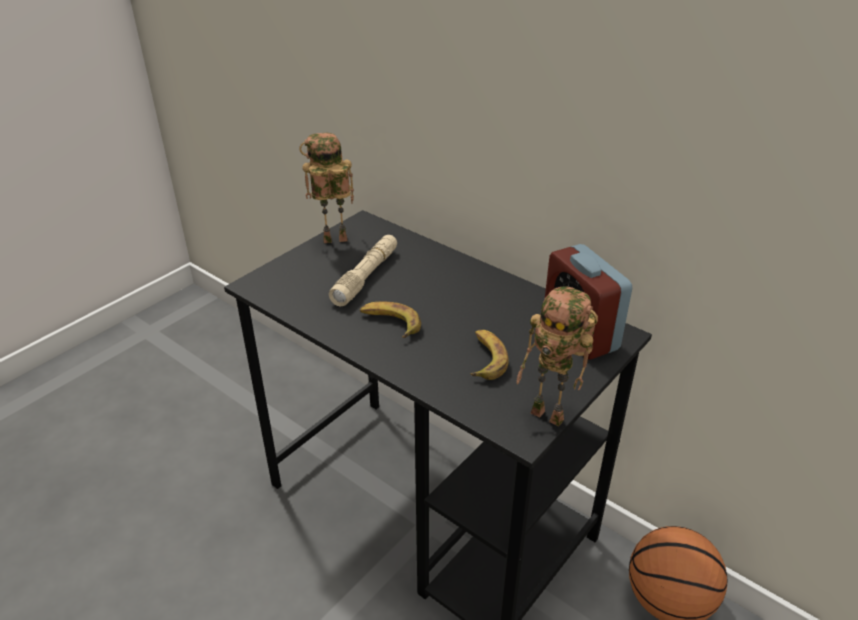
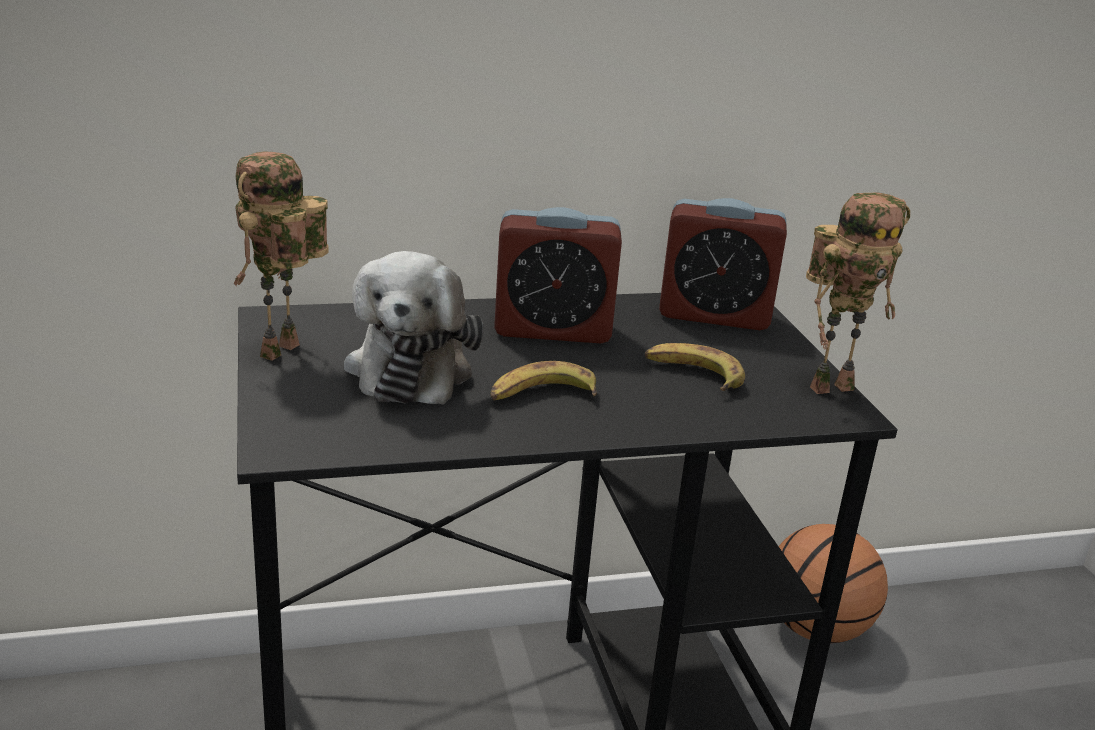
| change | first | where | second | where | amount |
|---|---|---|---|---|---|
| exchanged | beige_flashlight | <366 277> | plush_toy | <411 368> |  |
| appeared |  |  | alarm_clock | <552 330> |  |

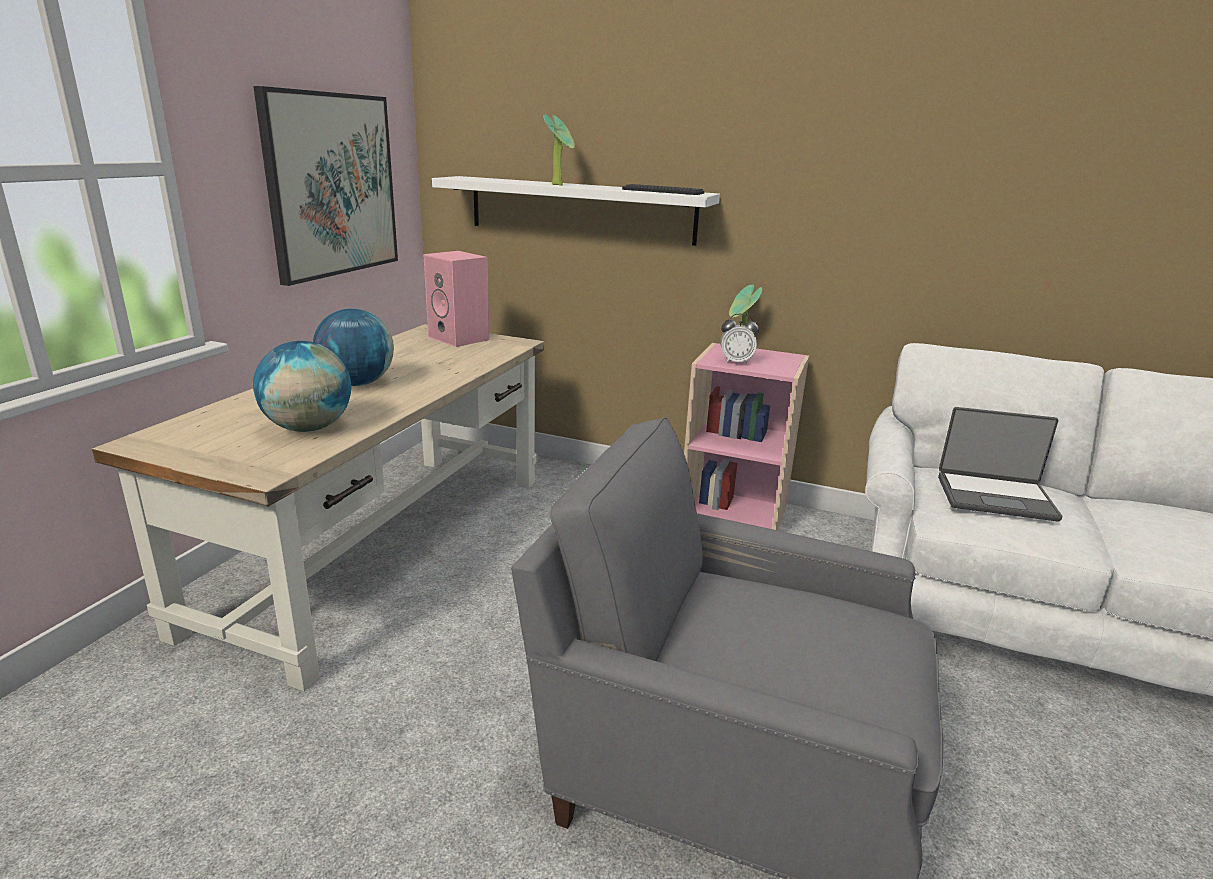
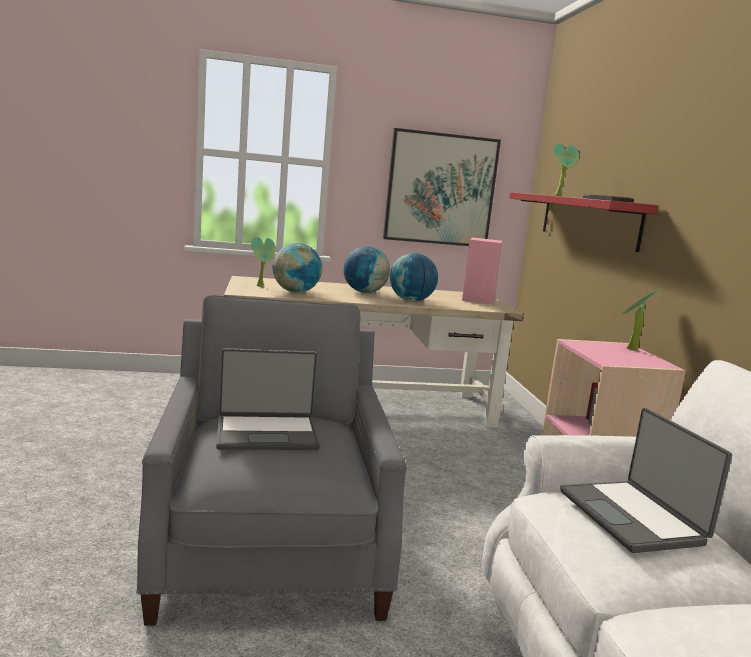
| change | first | where | second | where | amount |
|---|---|---|---|---|---|
| appeared |  |  | laptop | <267 434> |  |
| appeared |  |  | potted_plant | <261 286> |  |
| appeared |  |  | globe | <411 301> |  |
| colour | white_shelf | <580 209> | red_shelf | <587 219> |  |
| missing | alarm_clock | <736 362> |  |  |  |

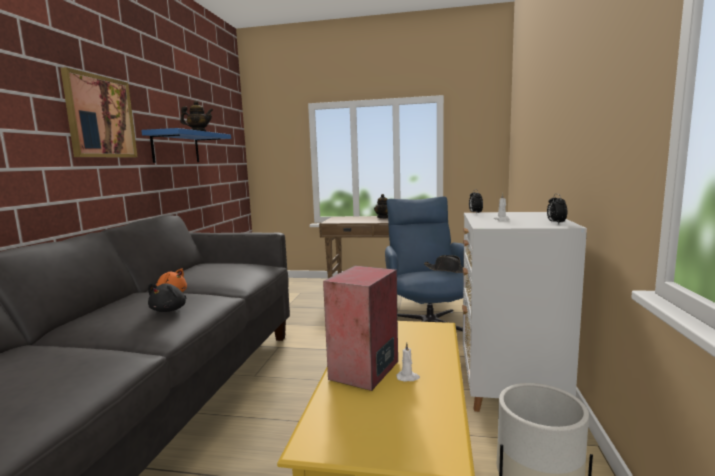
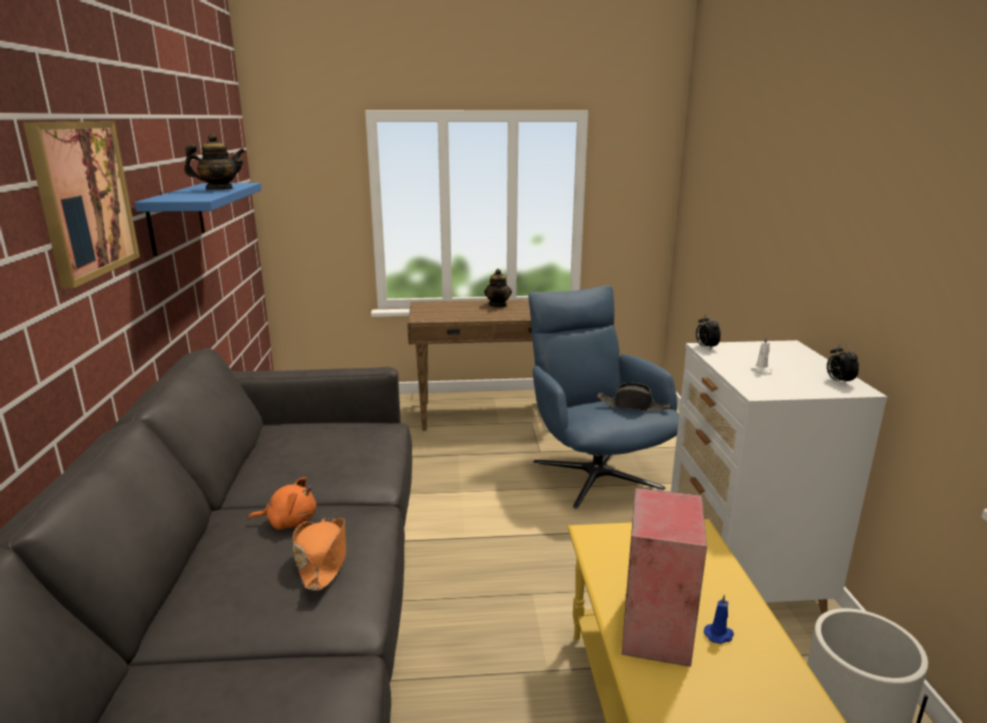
| change | first | where | second | where | amount |
|---|---|---|---|---|---|
| exchanged | black_plush_toy | <170 310> | orange_hat | <322 559> |  |
| colour | white_candle | <408 377> | blue_candle | <719 635> |  |

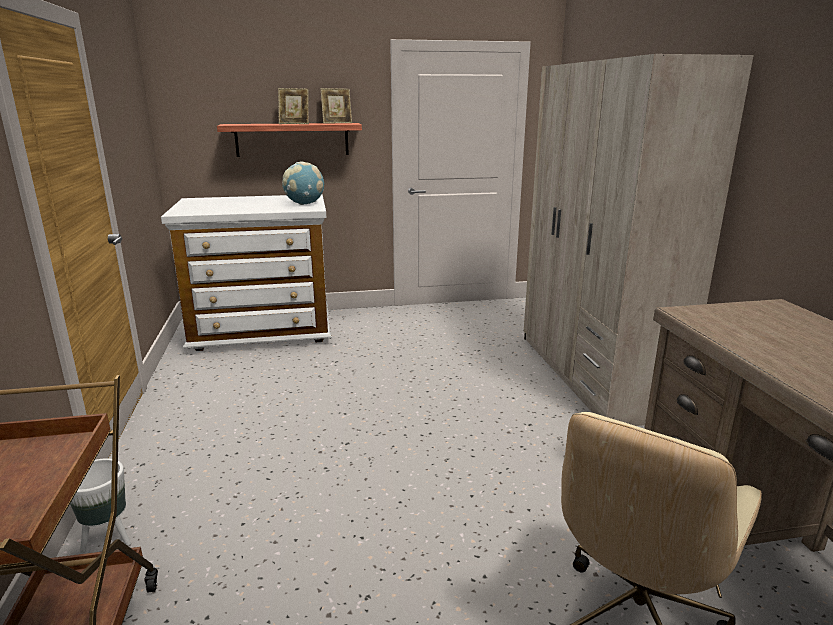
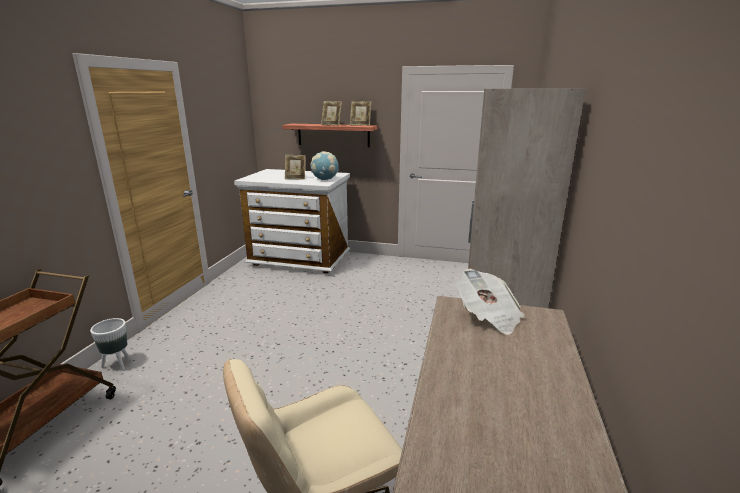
| change | first | where | second | where | amount |
|---|---|---|---|---|---|
| appeared |  |  | picture_frame | <295 178> |  |
| appeared |  |  | newspaper | <488 316> |  |

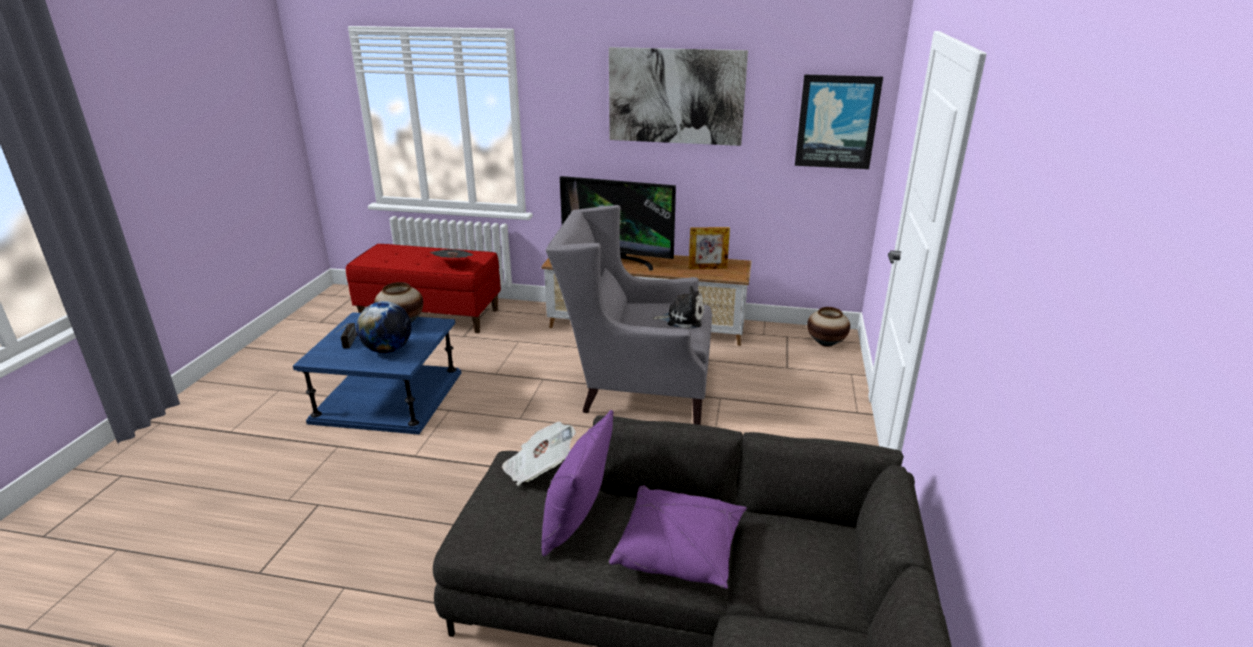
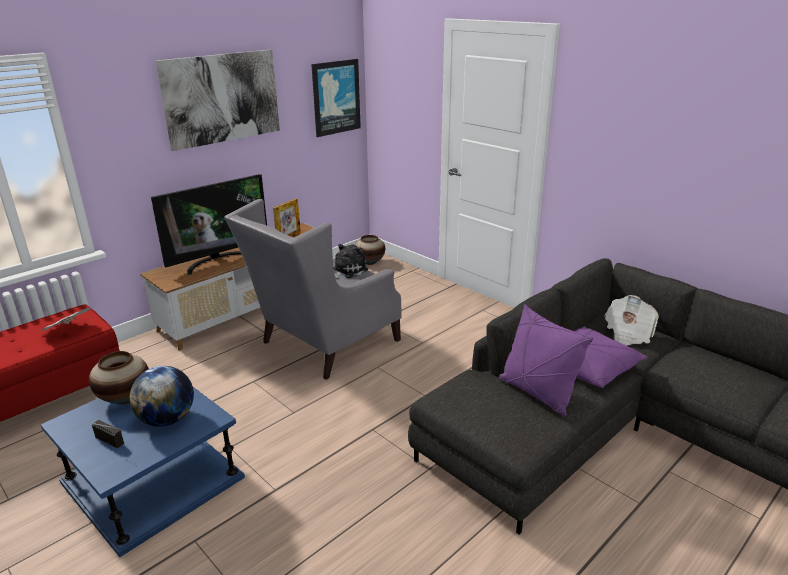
| change | first | where | second | where | amount |
|---|---|---|---|---|---|
| relocated | newspaper | <538 468> |  | <628 333> |  |

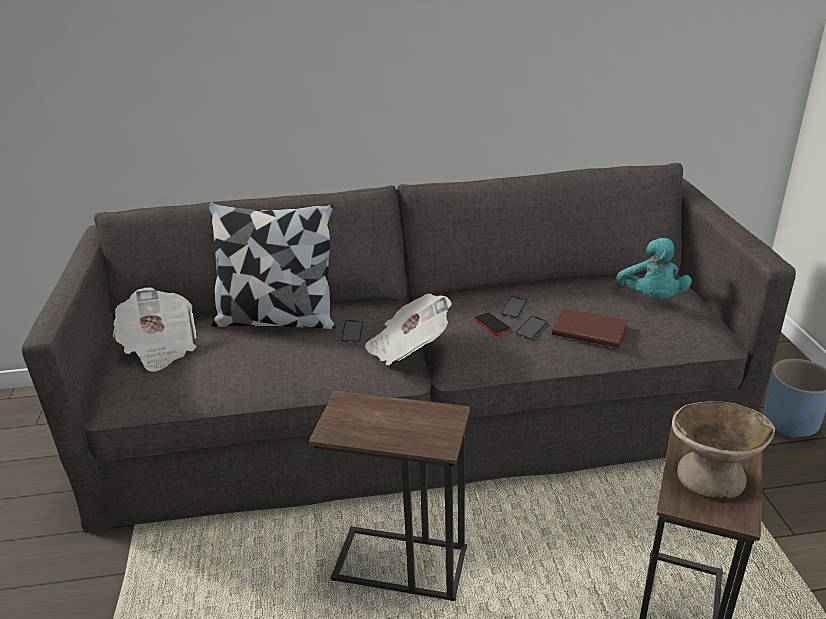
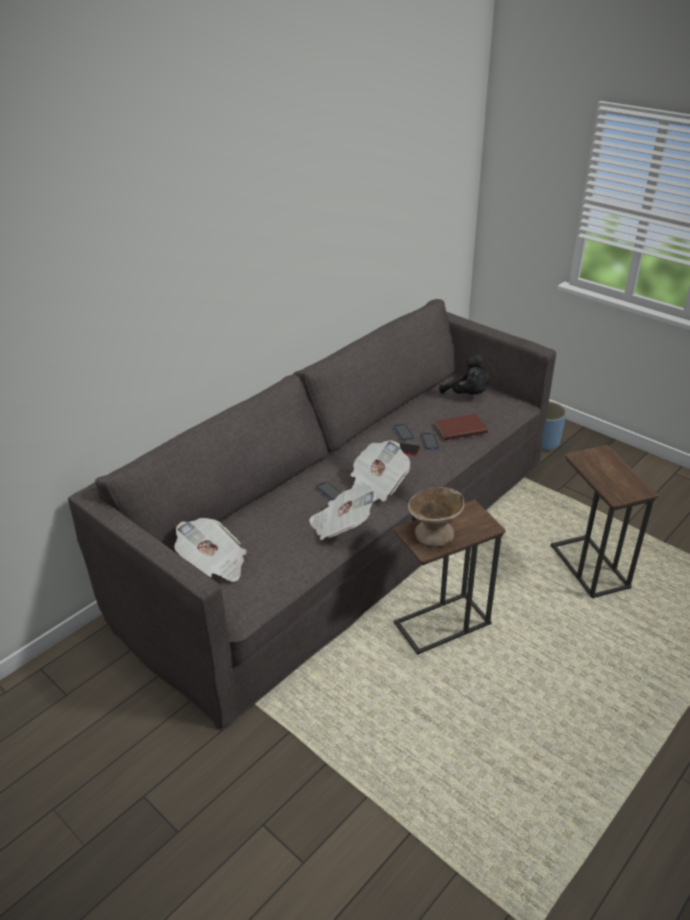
| change | first | where | second | where | amount |
|---|---|---|---|---|---|
| appeared |  |  | newspaper | <341 525> |  |
| relocated | beige_bowl | <711 476> |  | <434 534> |  |
| colour | turquoise_plush_toy | <651 299> | black_plush_toy | <467 395> |  |
| missing | pillow | <277 319> |  |  |  |

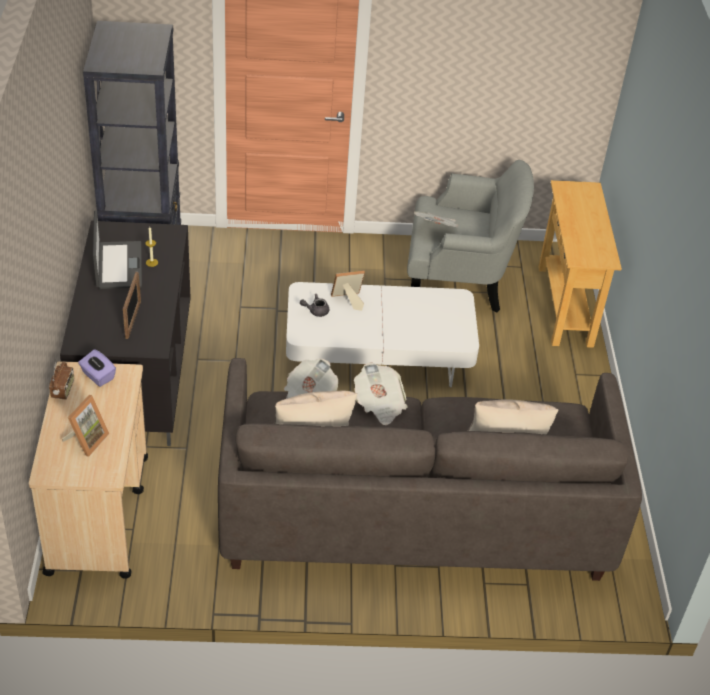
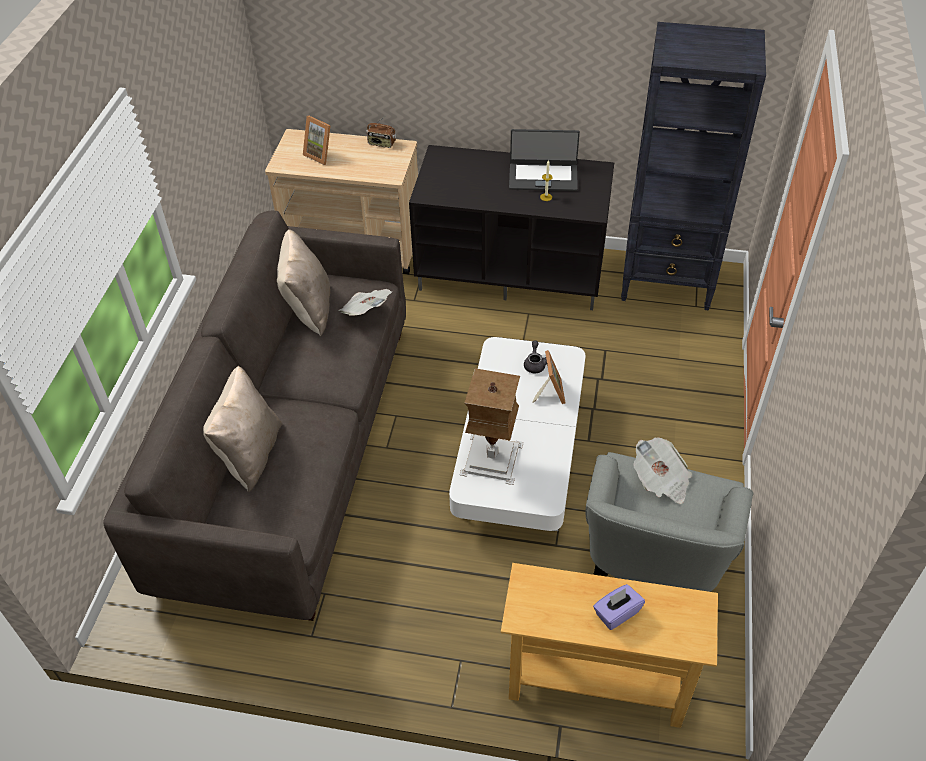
| change | first | where | second | where | amount |
|---|---|---|---|---|---|
| appeared |  |  | table_lamp | <491 457> |  |
| relocated | purple_tissue_box | <98 376> |  | <616 613> |  |
| missing | picture_frame | <133 320> |  |  |  |
| missing | newspaper | <379 404> |  |  |  |

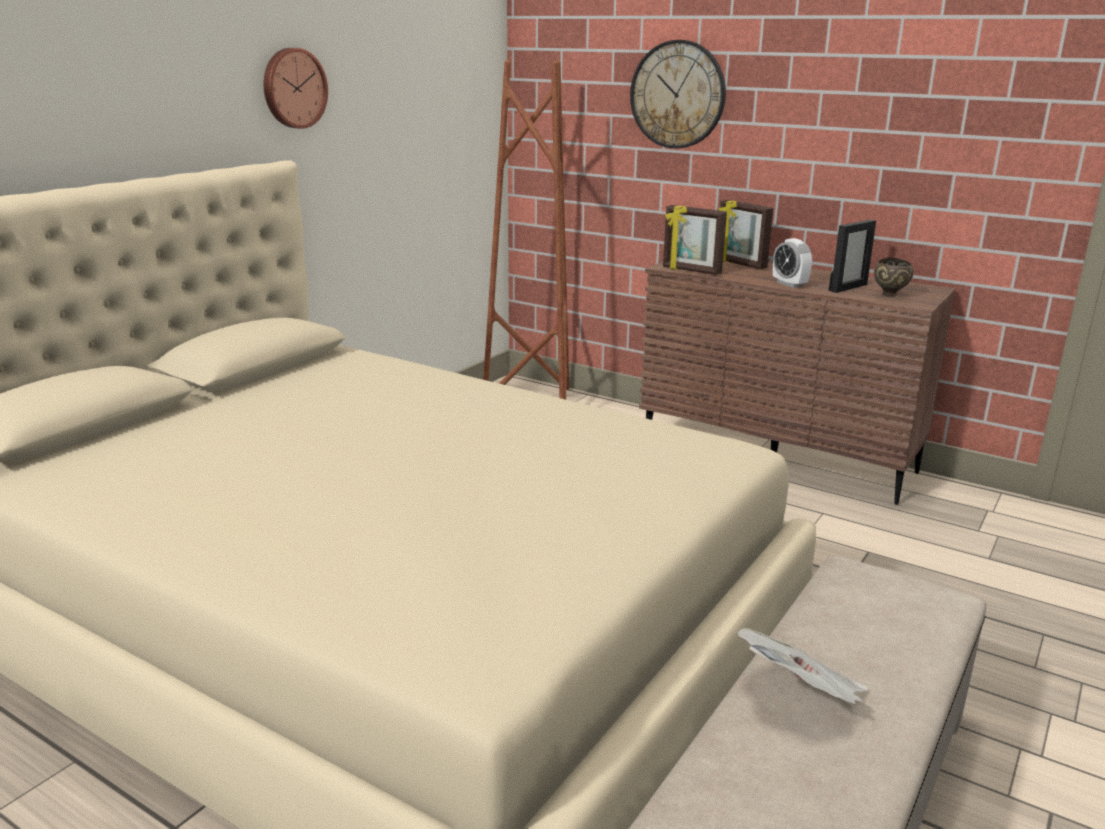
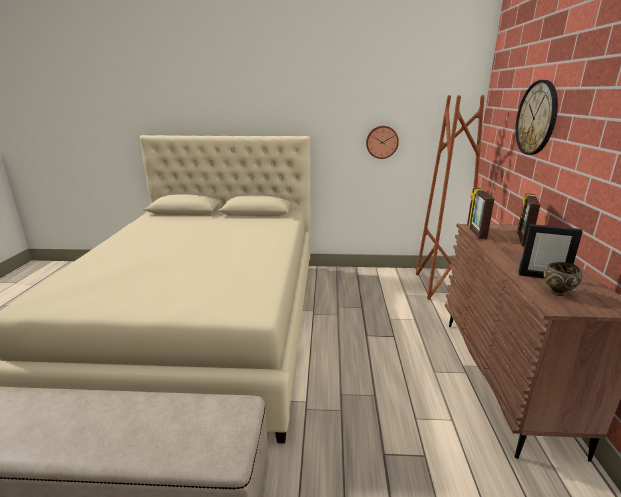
| change | first | where | second | where | amount |
|---|---|---|---|---|---|
| relocated | wall_clock | <293 88> |  | <382 142> |  |
| missing | newspaper | <802 695> |  |  |  |
| missing | alarm_clock | <789 284> |  |  |  |

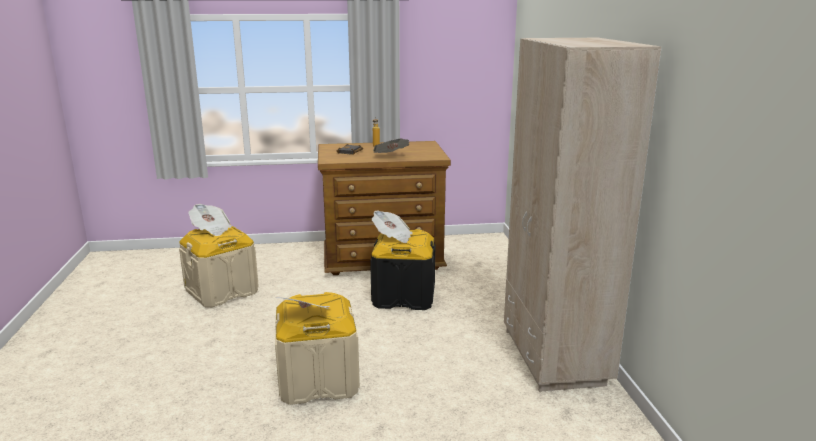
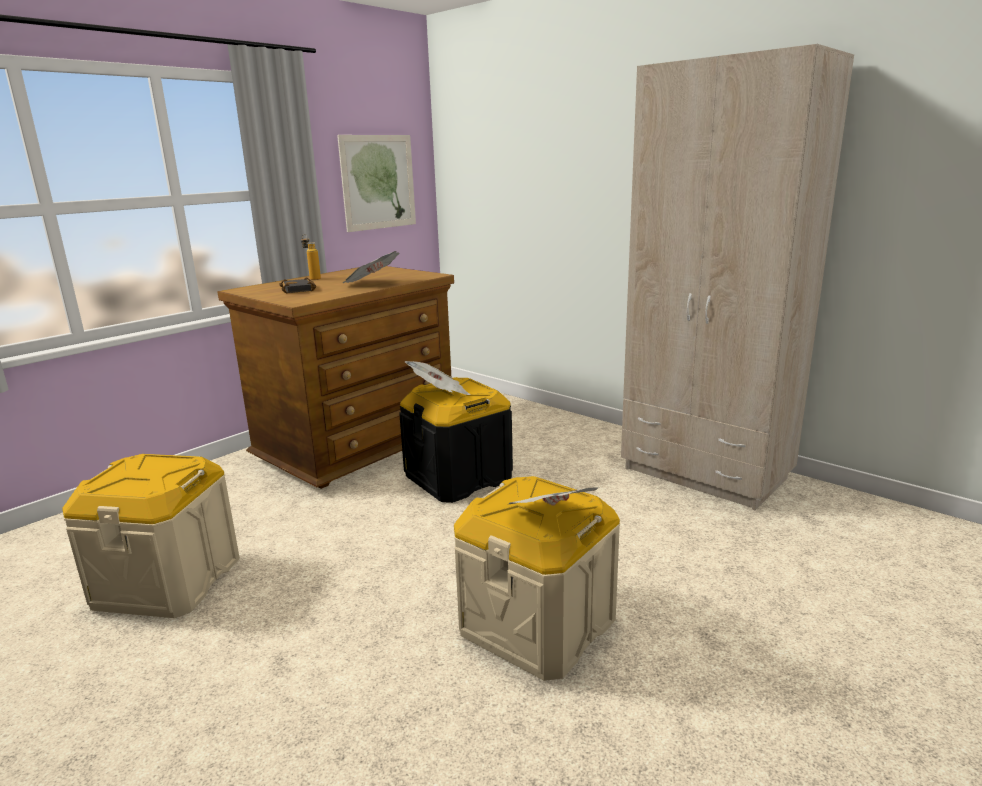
| change | first | where | second | where | amount |
|---|---|---|---|---|---|
| appeared |  |  | picture | <378 182> |  |
| missing | newspaper | <211 230> |  |  |  |

